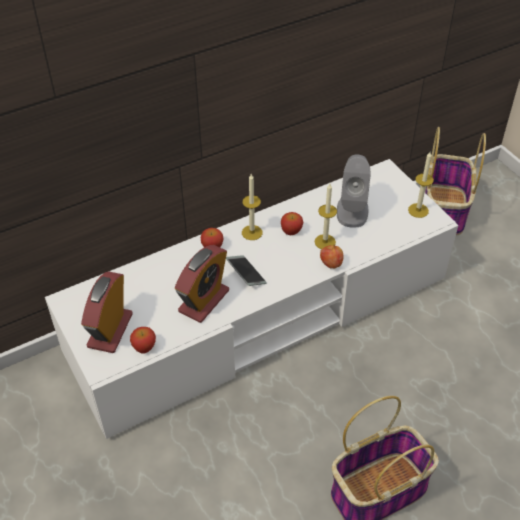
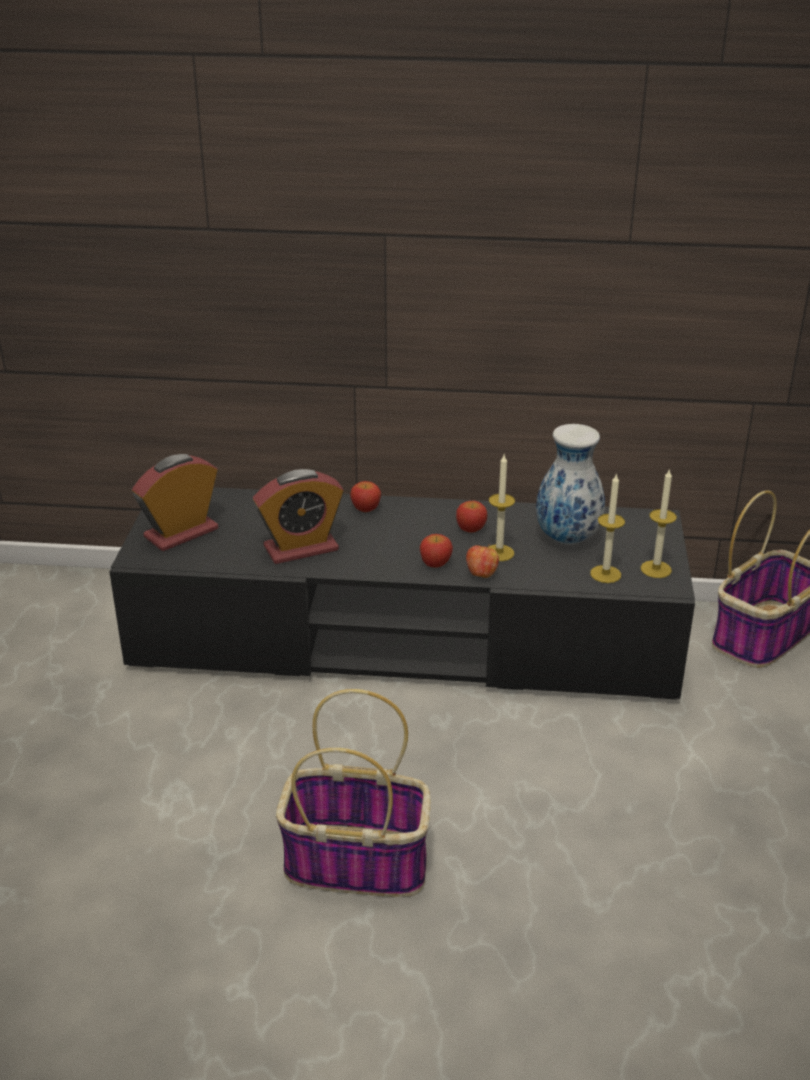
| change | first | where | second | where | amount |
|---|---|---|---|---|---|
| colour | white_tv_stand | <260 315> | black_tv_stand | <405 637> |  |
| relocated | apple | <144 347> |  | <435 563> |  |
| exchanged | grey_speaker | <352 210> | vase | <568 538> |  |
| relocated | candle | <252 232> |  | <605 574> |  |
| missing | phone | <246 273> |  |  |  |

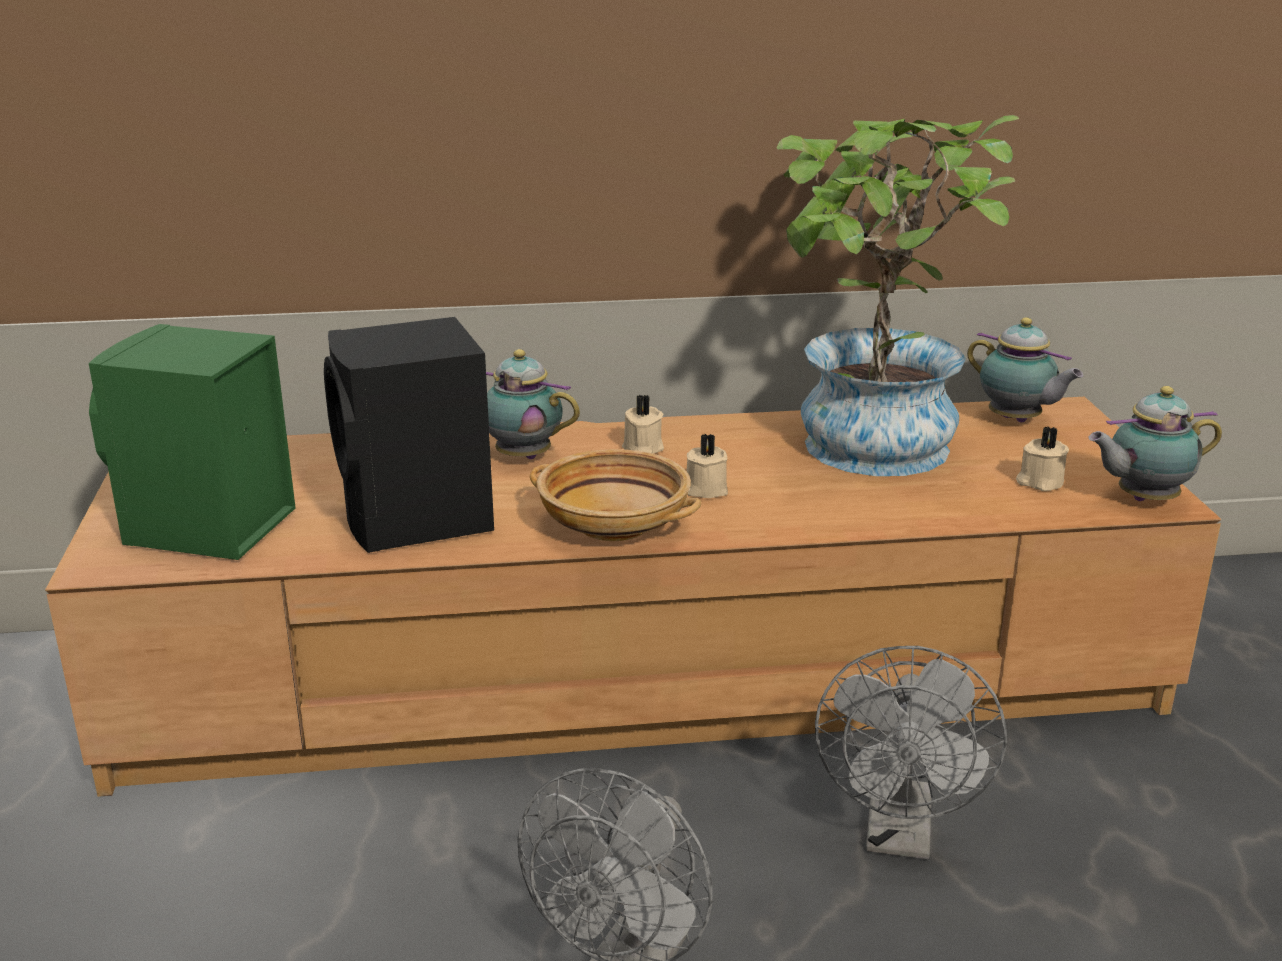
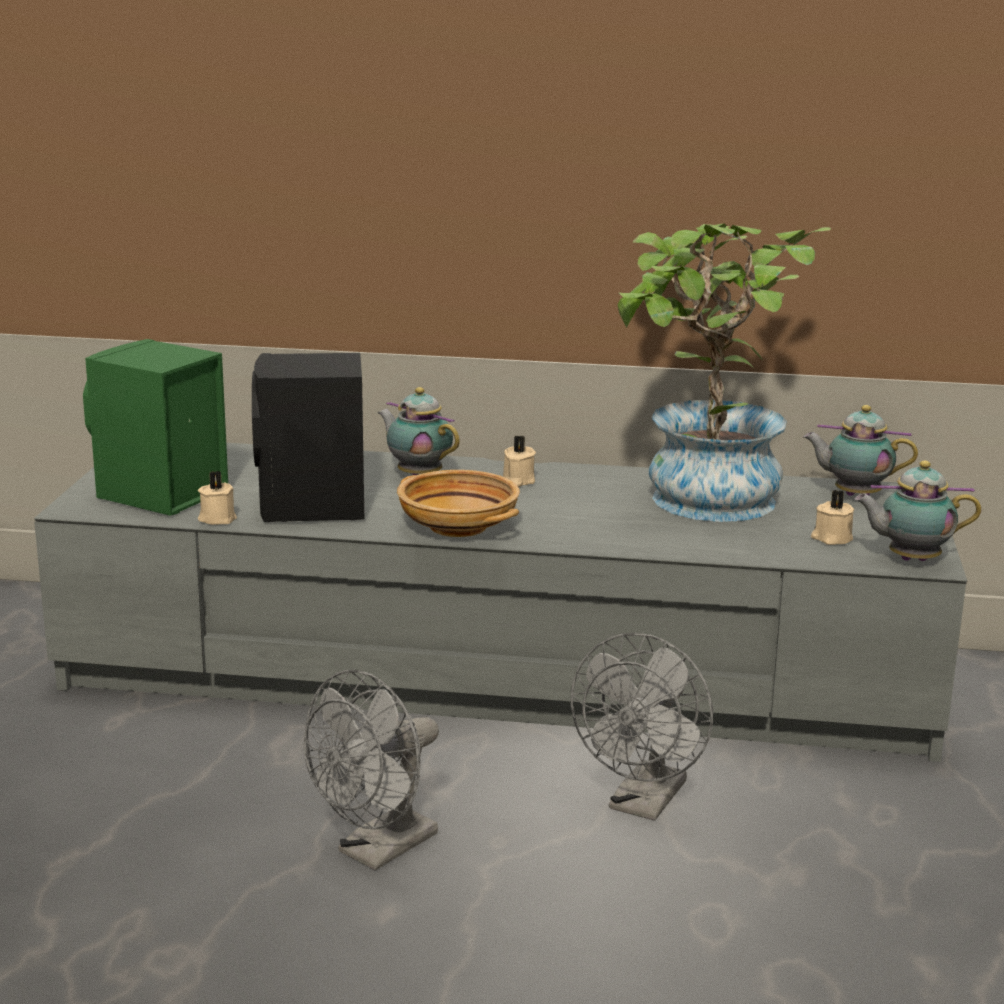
| change | first | where | second | where | amount |
|---|---|---|---|---|---|
| colour | brown_tv_stand | <641 674> | grey_tv_stand | <500 672> |  |
| relocated | beige_candle | <705 489> |  | <217 518> |  |
| spun | teapot | <1017 421> |  | <853 495> | 135 degrees clockwise |

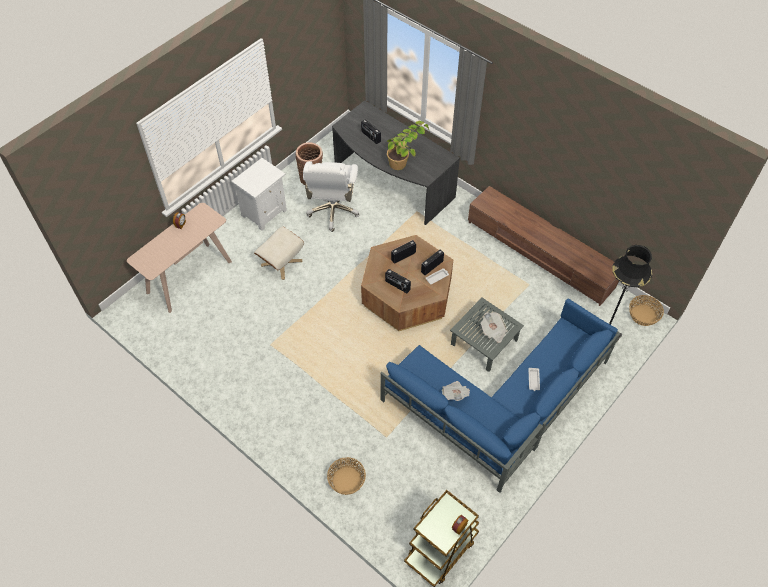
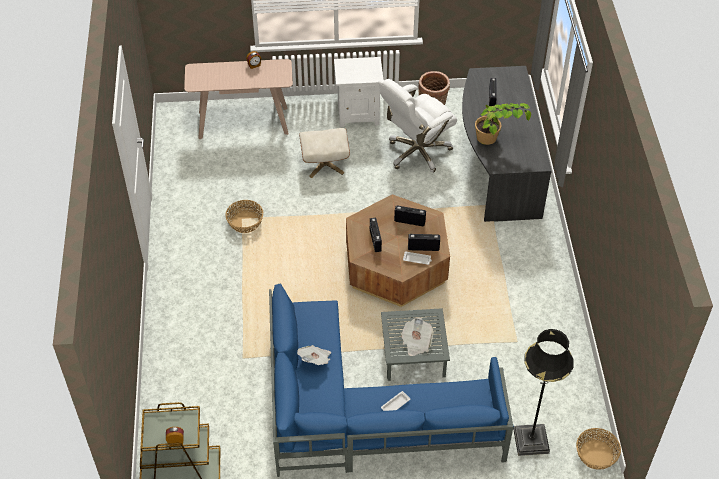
| change | first | where | second | where | amount |
|---|---|---|---|---|---|
| relocated | basket | <346 480> |  | <245 222> |  |
| missing | brown_tv_stand | <540 254> |  |  |  |

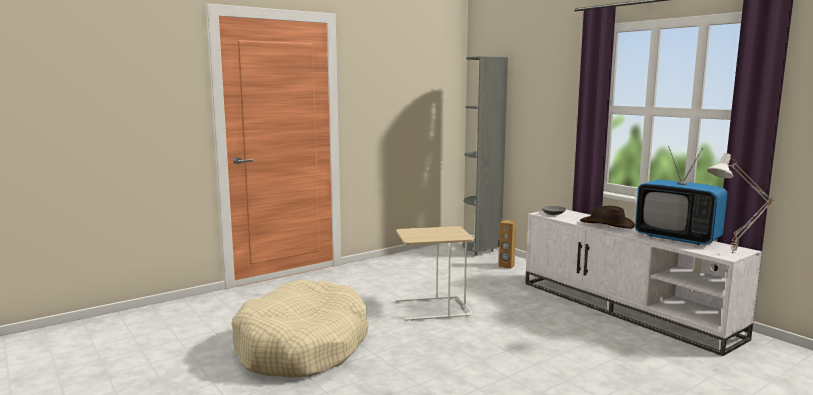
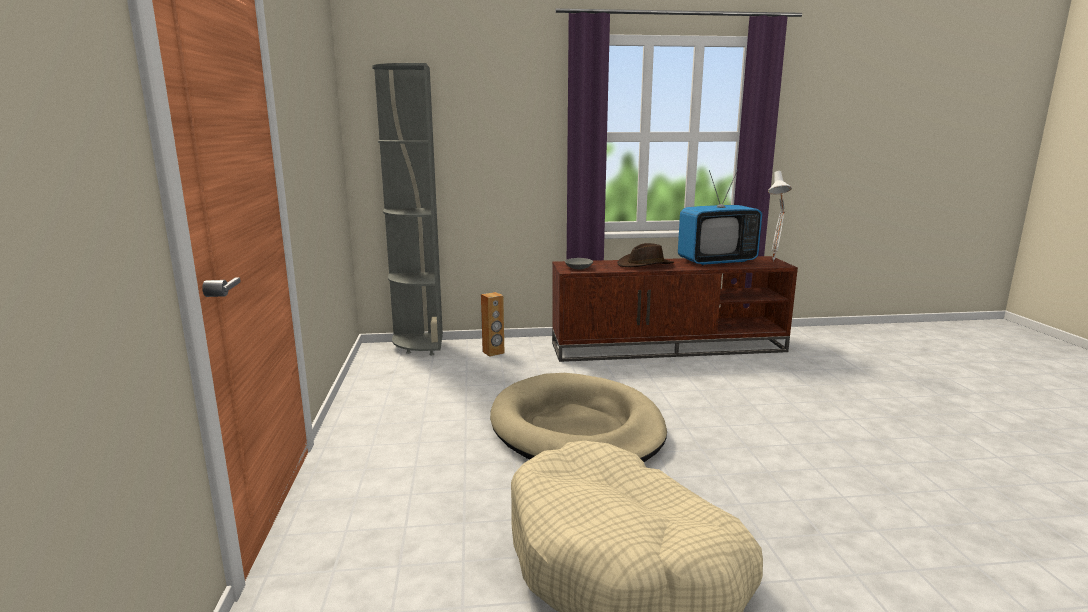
| change | first | where | second | where | amount |
|---|---|---|---|---|---|
| exchanged | beige_side_table | <432 309> | beige_dog_bed | <577 429> |  |
| colour | white_tv_stand | <626 309> | brown_tv_stand | <668 347> |  |

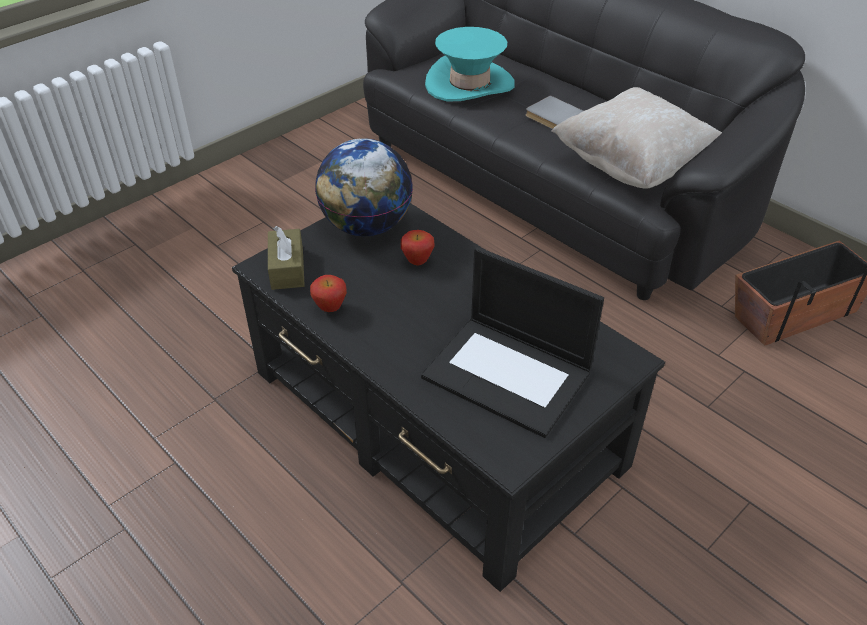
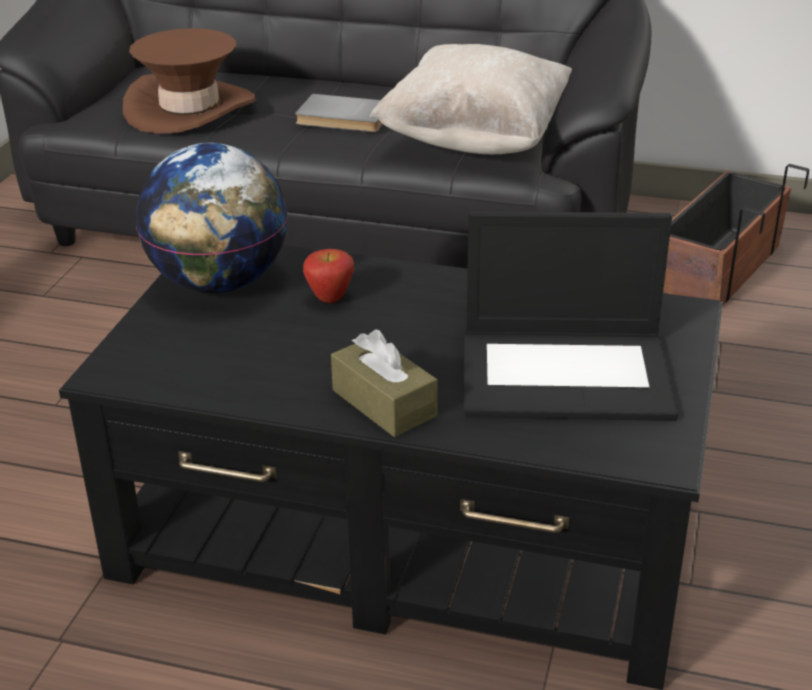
| change | first | where | second | where | amount |
|---|---|---|---|---|---|
| colour | turquoise_hat | <469 84> | brown_hat | <190 109> |  |
| relocated | brown_tissue_box | <287 268> |  | <384 403> |  |
| missing | apple | <330 308> |  |  |  |

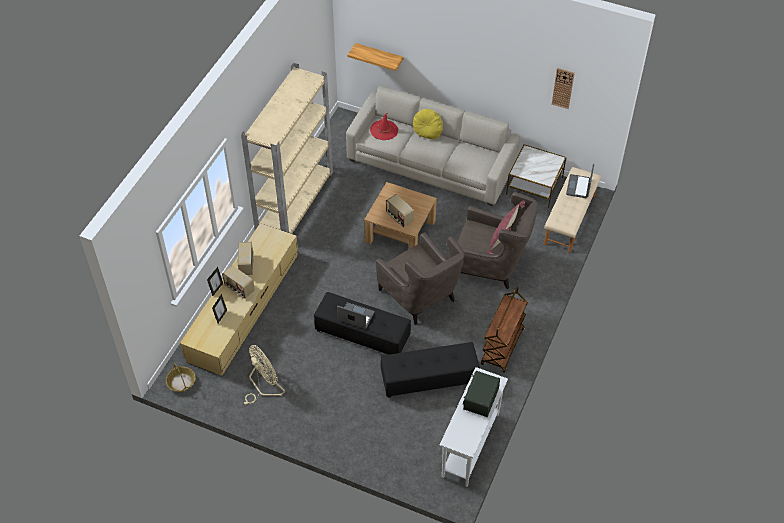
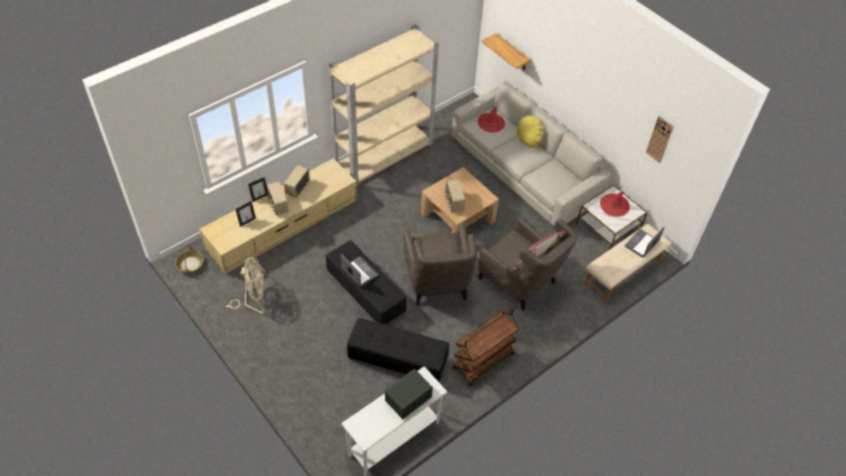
| change | first | where | second | where | amount |
|---|---|---|---|---|---|
| appeared |  |  | red_hat | <614 205> |  |

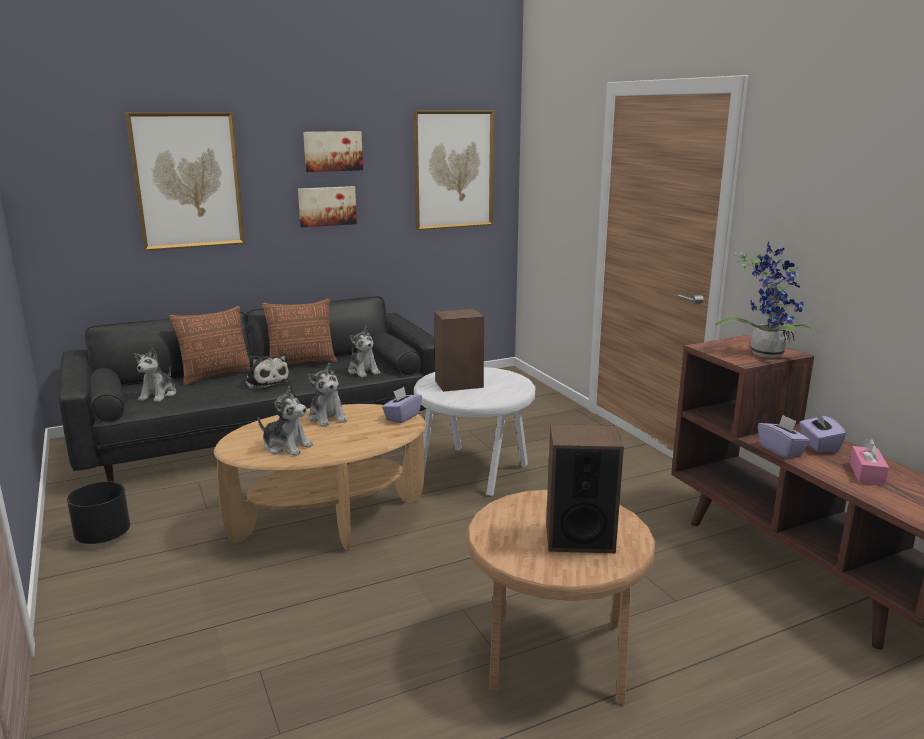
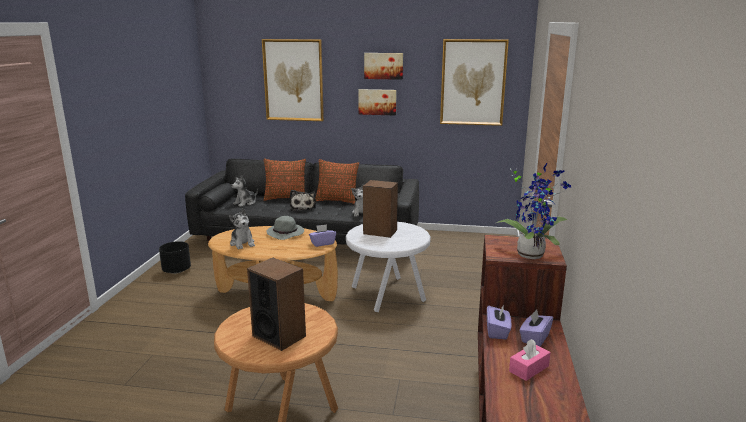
| change | first | where | second | where | amount |
|---|---|---|---|---|---|
| exchanged | plush_toy | <327 417> | grey_hat | <286 233> |  |

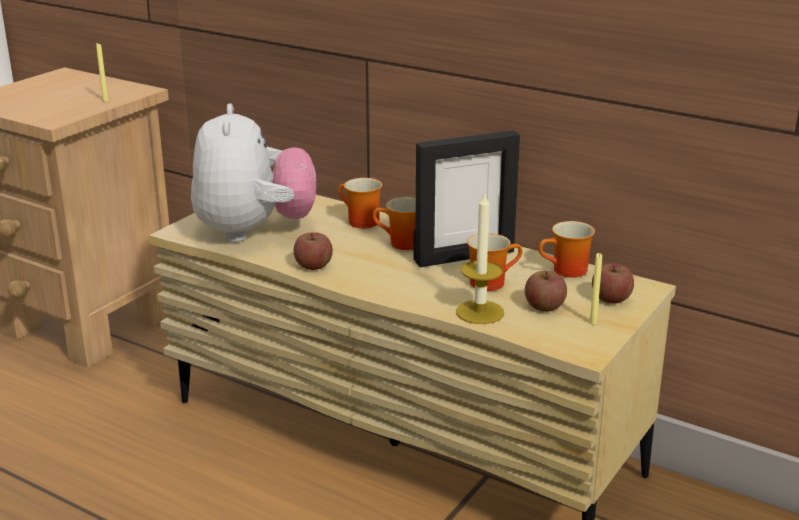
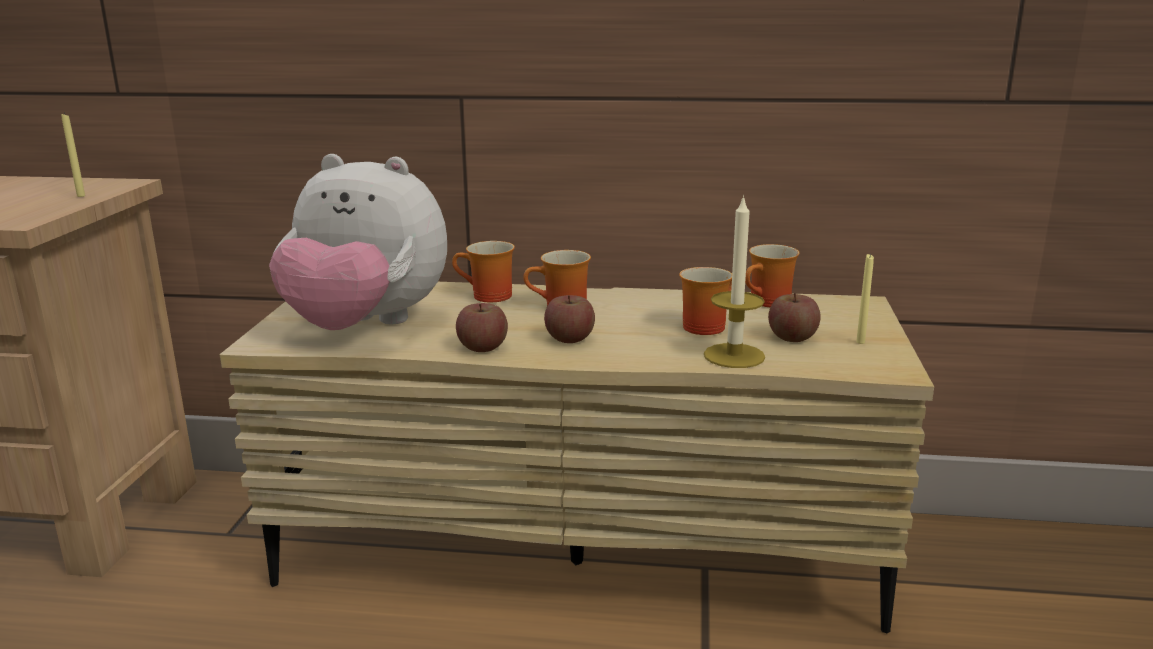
| change | first | where | second | where | amount |
|---|---|---|---|---|---|
| spun | plush_toy | <254 231> |  | <366 326> | 135 degrees clockwise |
| relocated | apple | <611 298> |  | <569 338> |  |
| missing | picture_frame | <464 256> |  |  |  |

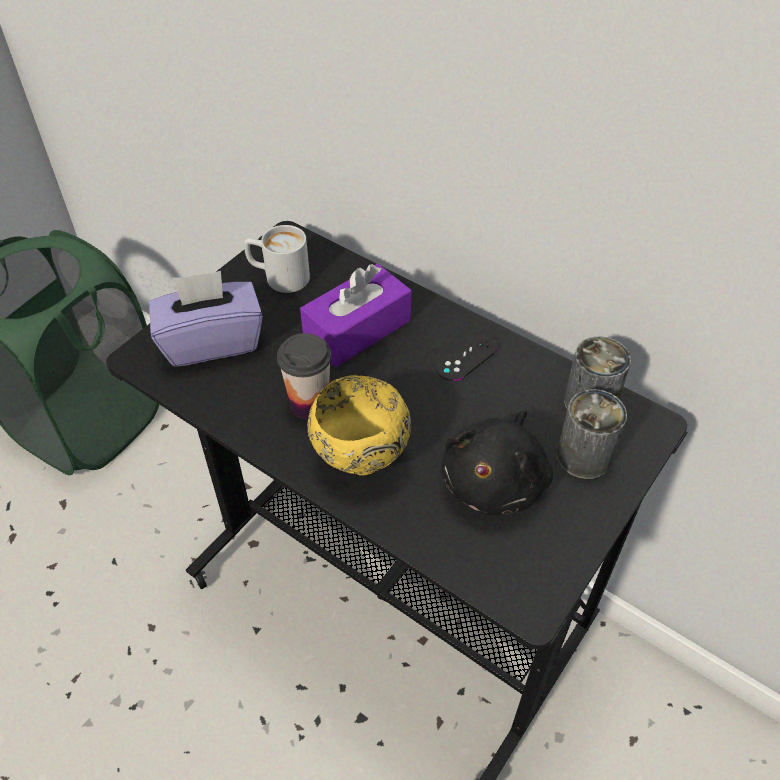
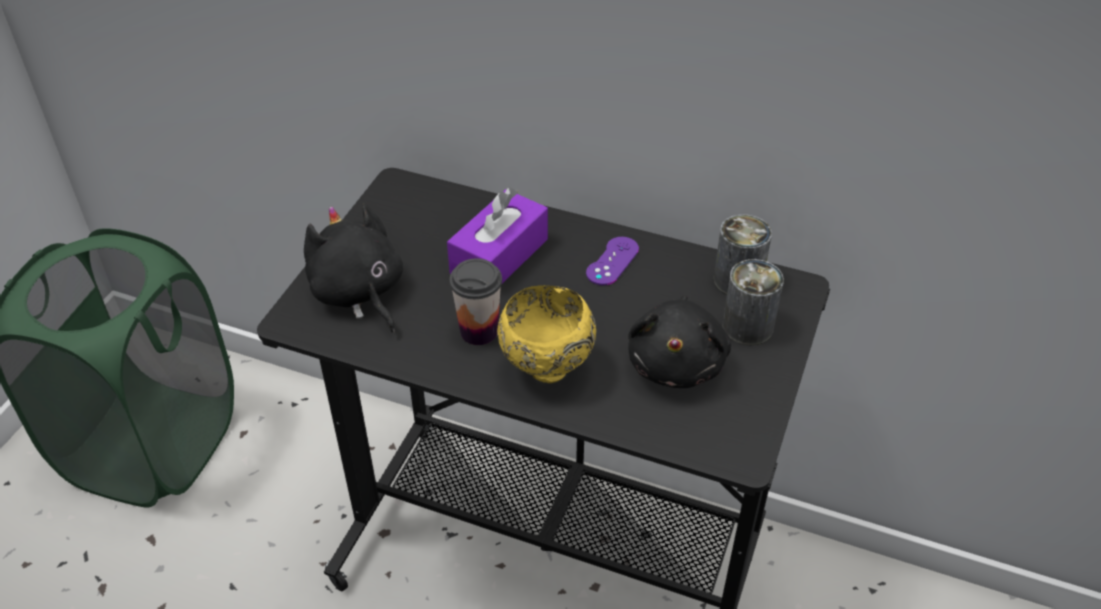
| change | first | where | second | where | amount |
|---|---|---|---|---|---|
| exchanged | purple_tissue_box | <211 341> | black_plush_toy | <358 293> |  |
| colour | black_game_controller | <467 356> | purple_game_controller | <612 261> |  |
| missing | white_mug | <278 276> |  |  |  |

